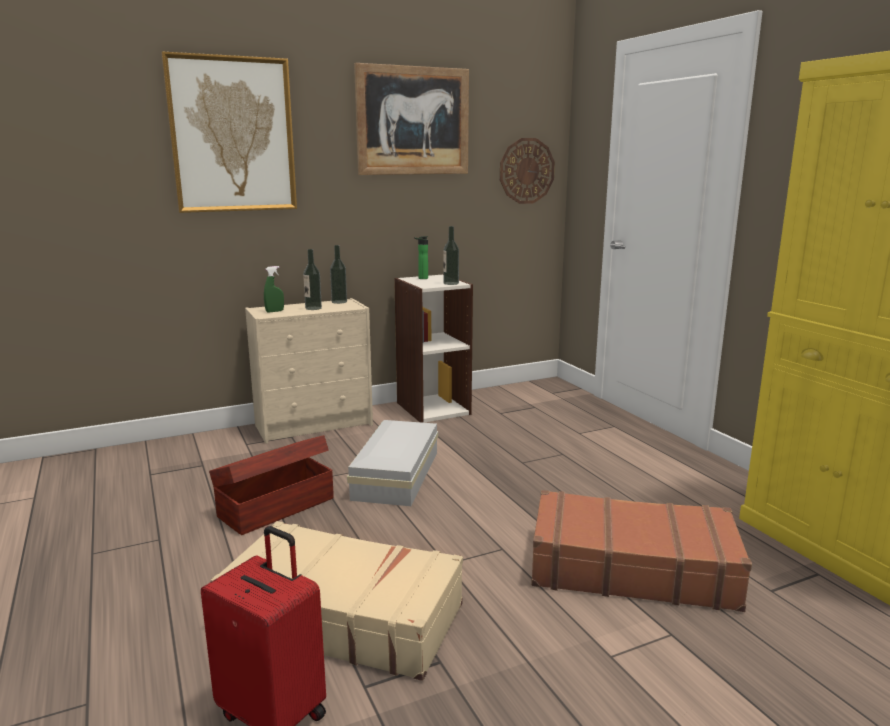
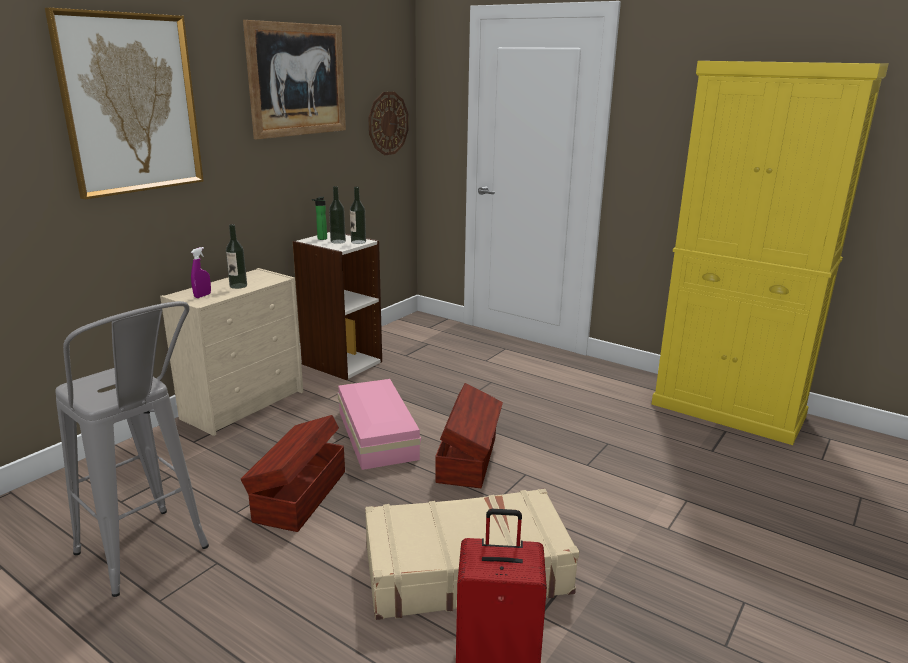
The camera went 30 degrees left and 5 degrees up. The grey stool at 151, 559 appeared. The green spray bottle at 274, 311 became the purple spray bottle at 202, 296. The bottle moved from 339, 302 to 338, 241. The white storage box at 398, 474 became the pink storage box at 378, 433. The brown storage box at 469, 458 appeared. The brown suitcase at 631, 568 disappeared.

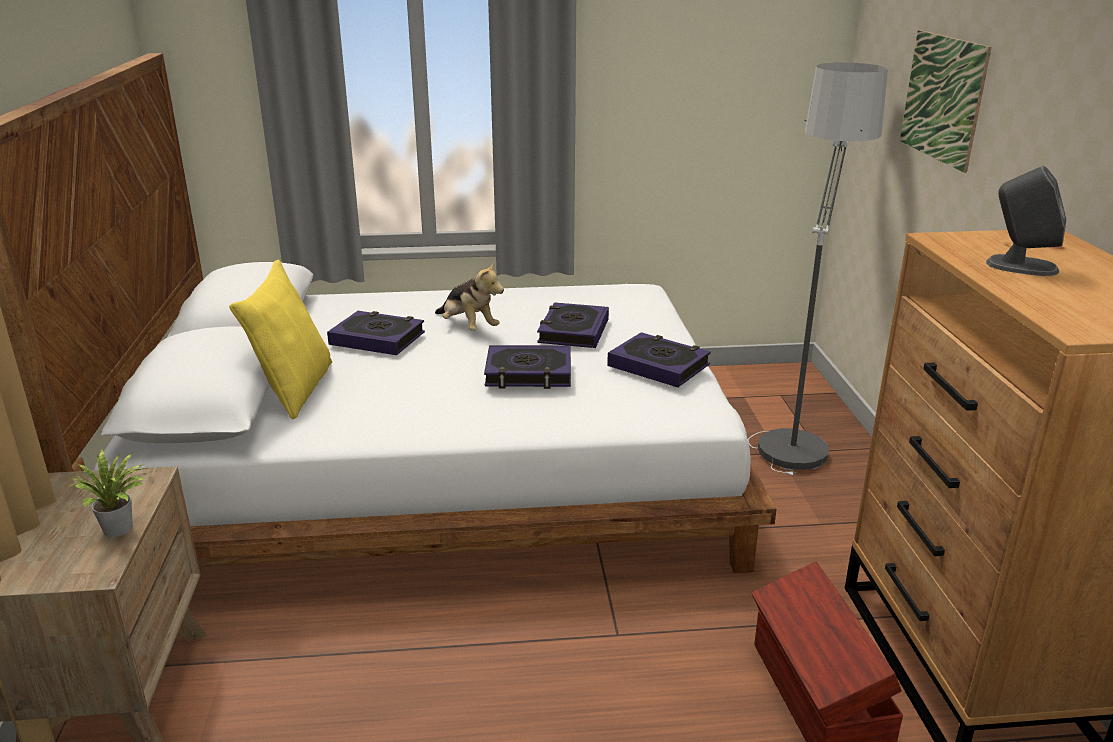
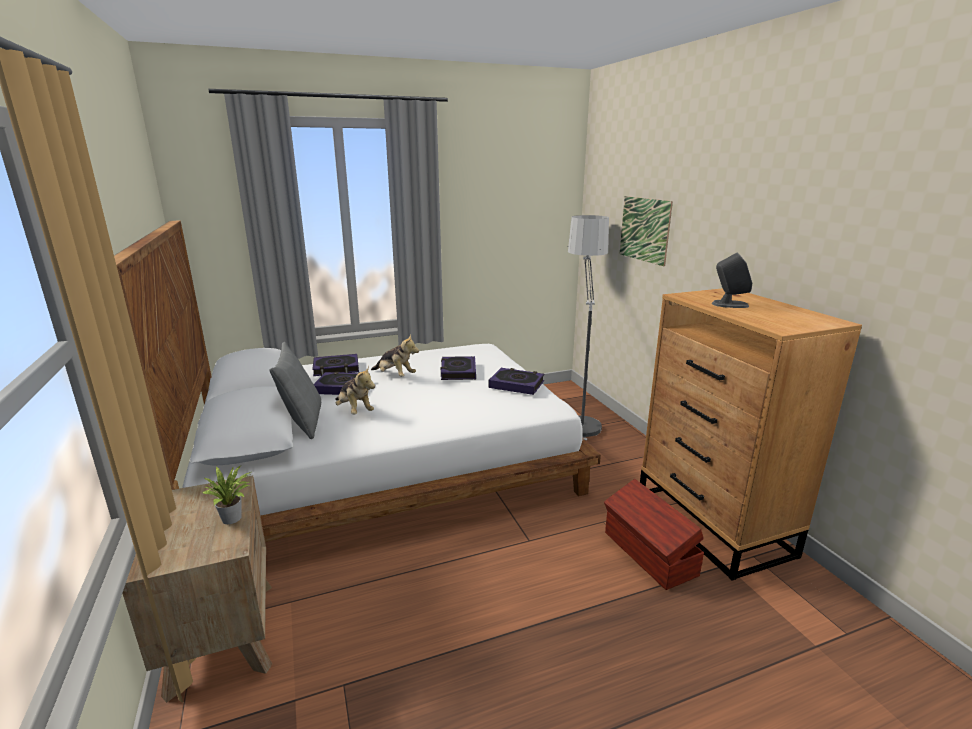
The camera went 15 degrees left and 5 degrees down. The yellow pillow at 294, 389 became the grey pillow at 302, 422. The book moved from 528, 373 to 336, 369. The plush toy at 354, 410 appeared.

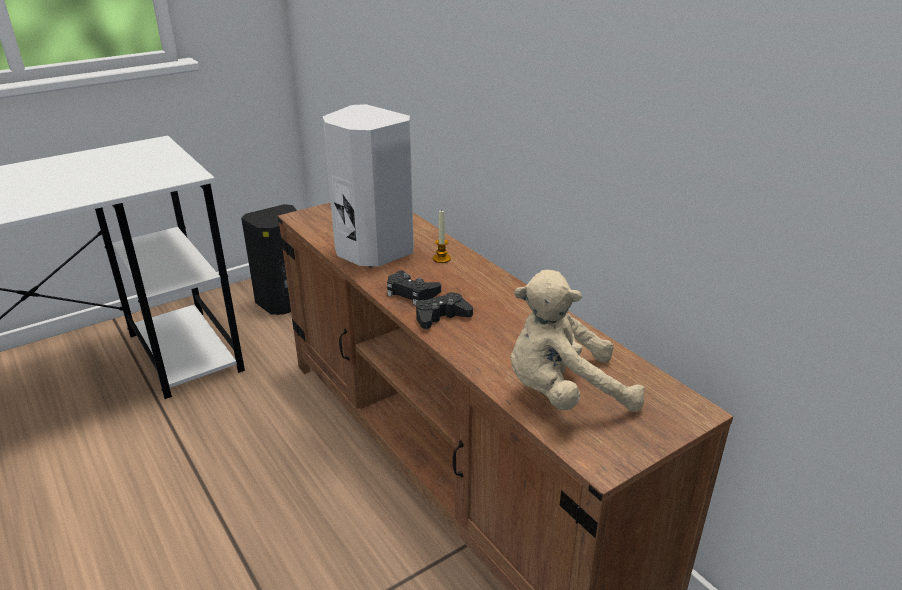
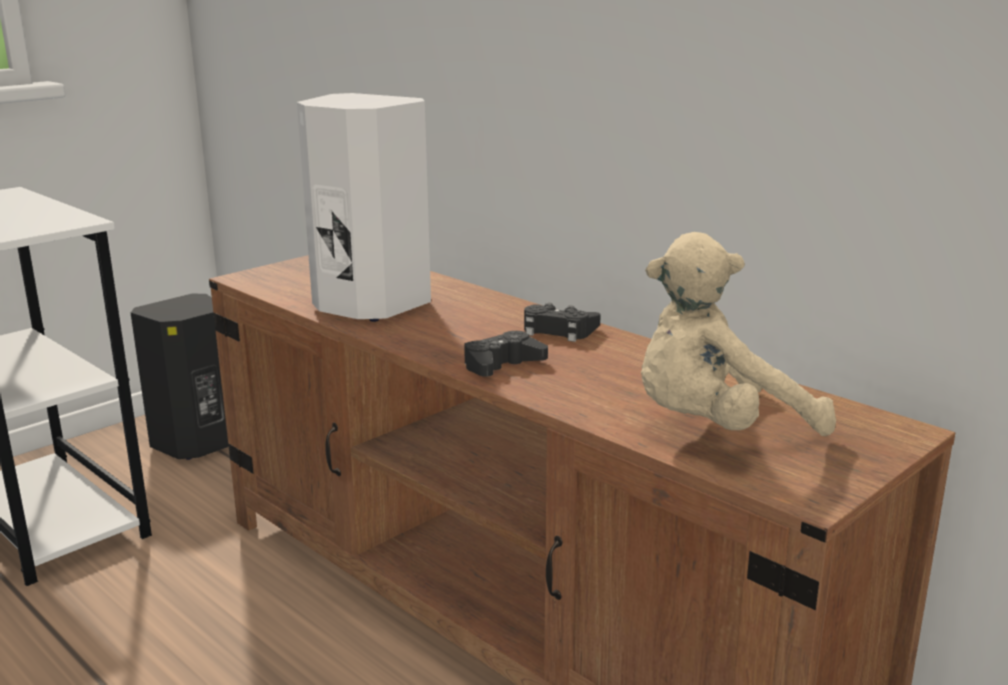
The camera went 10 degrees left and 10 degrees down. The black game controller moved from 411, 293 to 558, 330. The candle at 441, 258 disappeared.

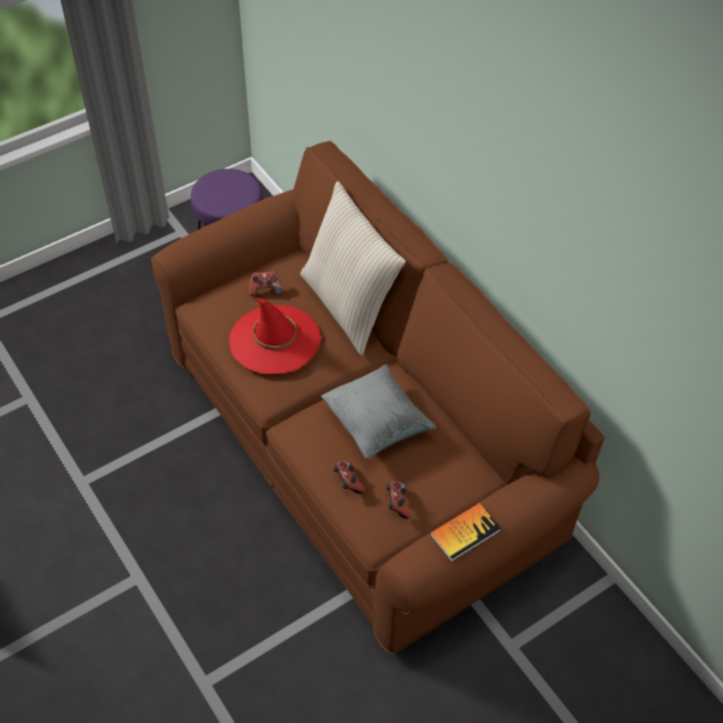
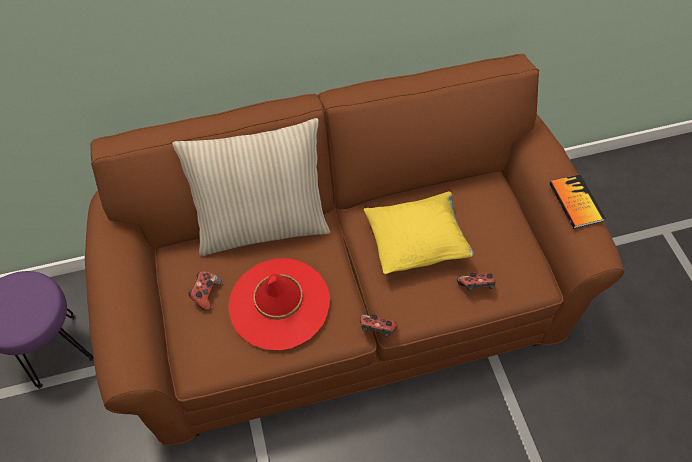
The camera went 70 degrees left and 5 degrees up. The game controller moved from 397, 504 to 377, 330. The grey pillow at 376, 424 became the yellow pillow at 416, 244.

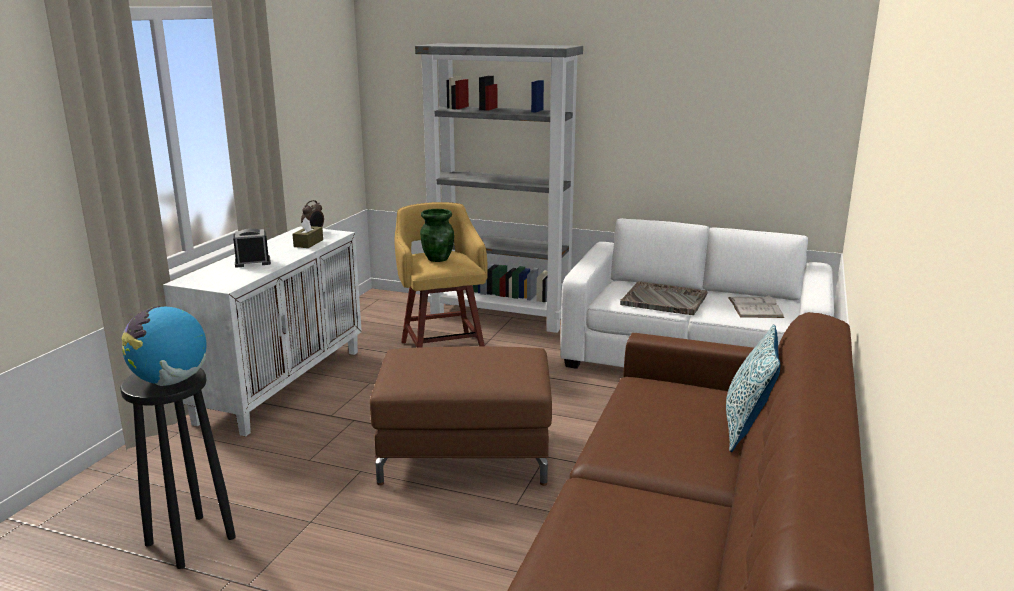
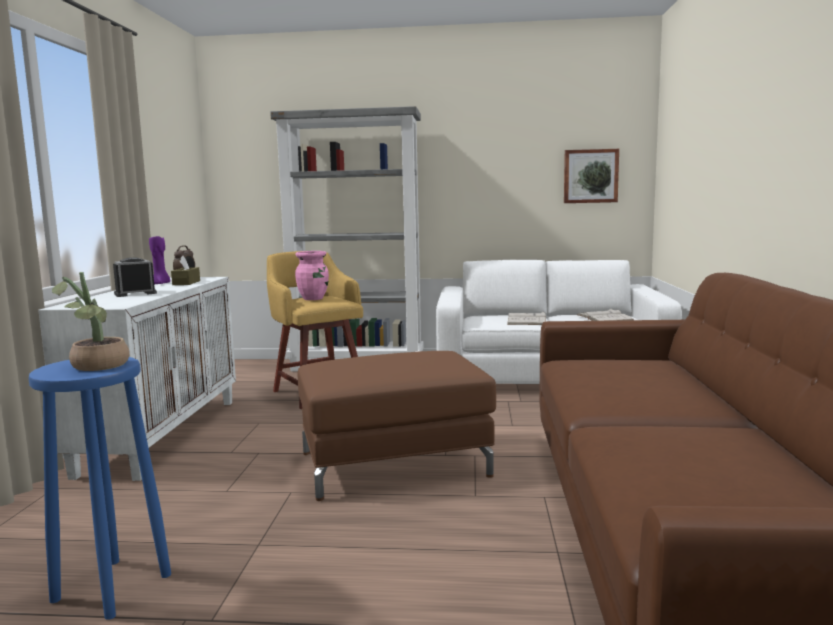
The camera went 15 degrees left and 10 degrees down. The black stool at 189, 541 became the blue stool at 111, 588. The globe at 170, 381 was replaced by the potted plant at 97, 367. The purple candle at 161, 283 appeared. The green vase at 438, 259 became the pink vase at 313, 298. The grey tray at 665, 300 was replaced by the white book at 526, 320. The picture at 590, 176 appeared. The pillow at 747, 428 disappeared.

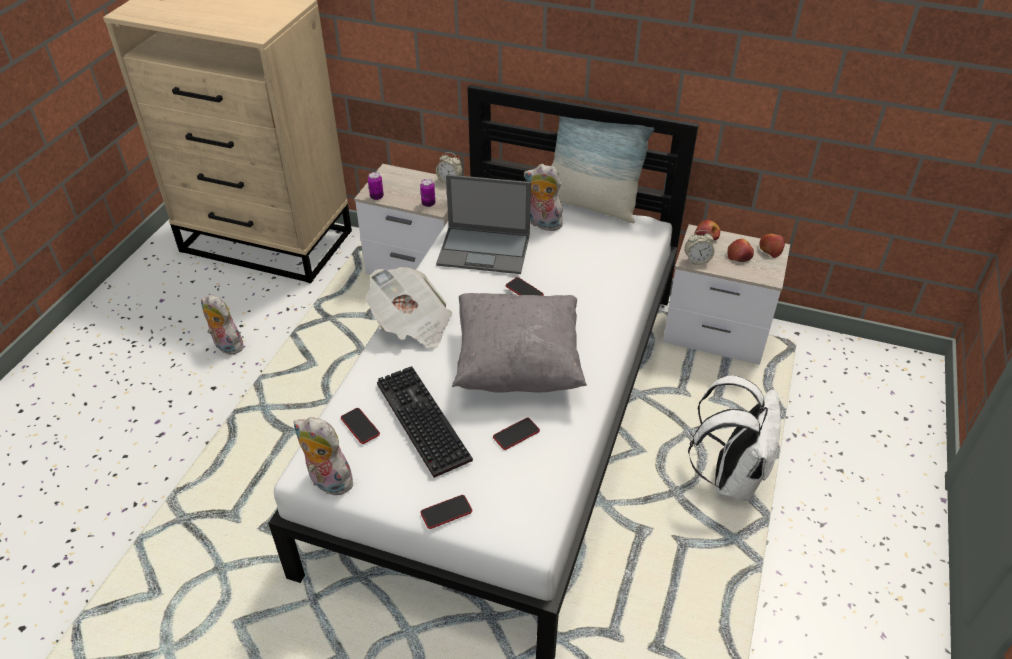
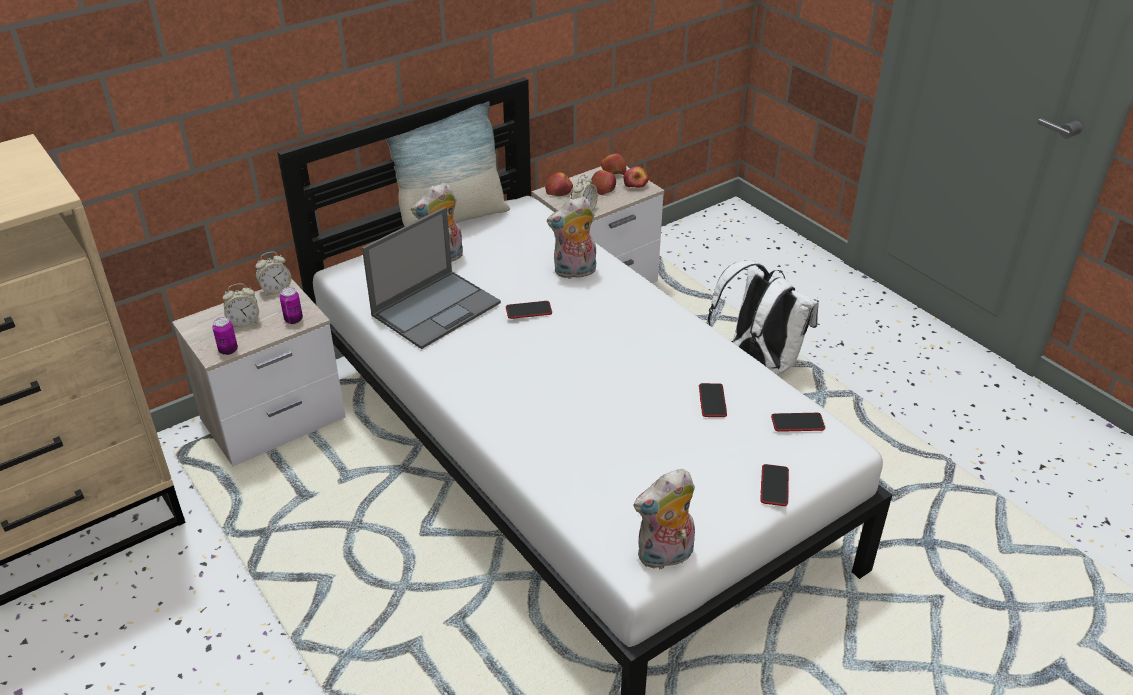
The camera went 55 degrees left and 5 degrees down. The alarm clock at 244, 322 appeared. The plush toy moved from 226, 346 to 574, 272. The apple at 635, 184 appeared. The phone moved from 360, 426 to 797, 423. The newspaper at 411, 324 disappeared. The keyboard at 419, 421 disappeared. The grey pillow at 518, 365 disappeared.

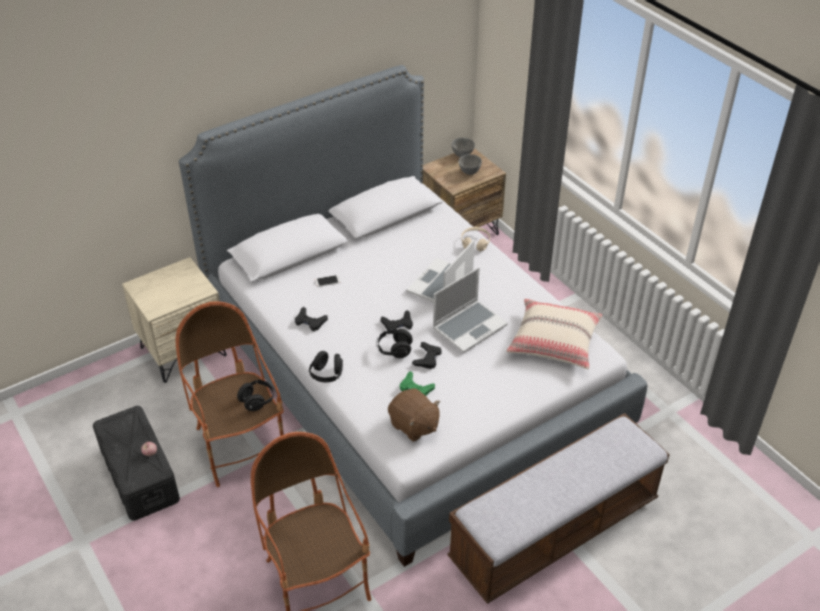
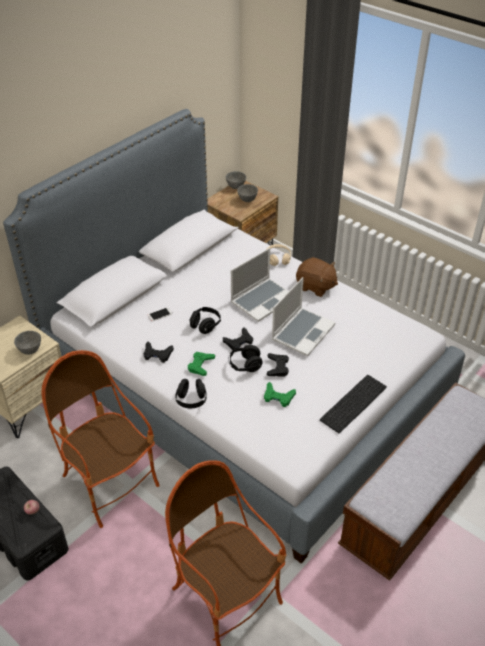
The camera went 15 degrees left and 0 degrees up. The grey bowl at 29, 350 appeared. The green game controller at 200, 365 appeared. The black headphones moved from 257, 401 to 205, 325. The laptop at 440, 285 turned 150 degrees counterclockwise. The brown plush toy moved from 413, 425 to 315, 287. The keyboard at 353, 402 appeared. The beige pillow at 553, 341 disappeared.

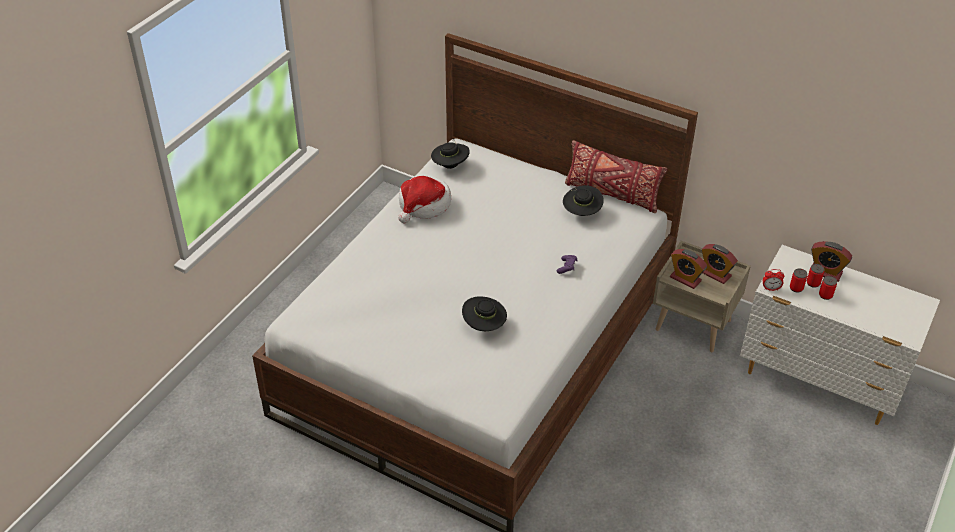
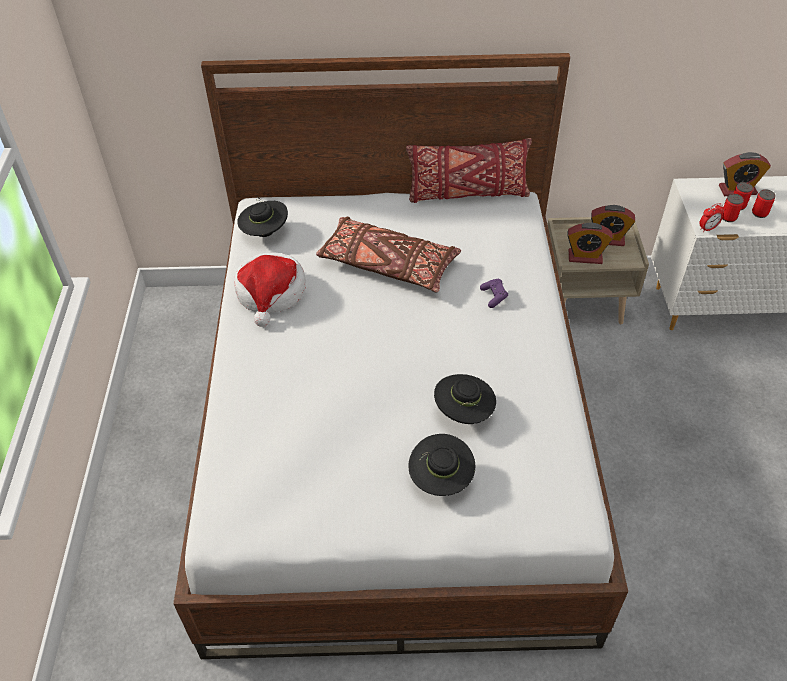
The camera went 30 degrees left and 5 degrees up. The brown pillow at 387, 264 appeared. The black hat moved from 581, 212 to 440, 479.

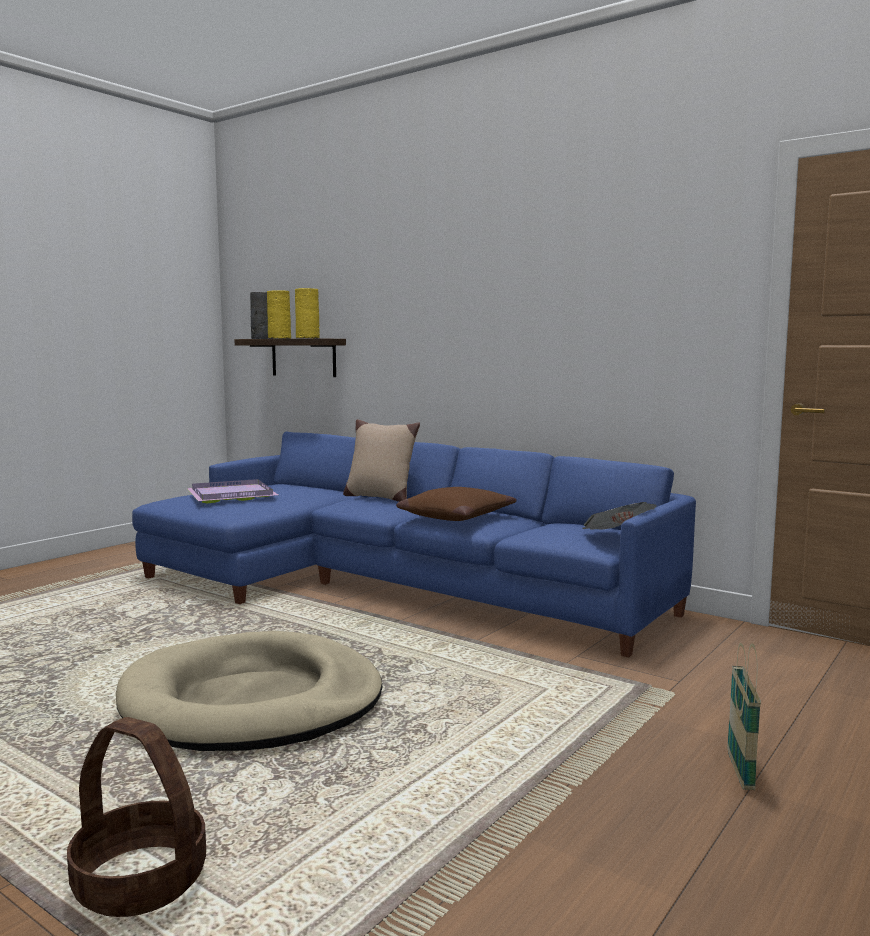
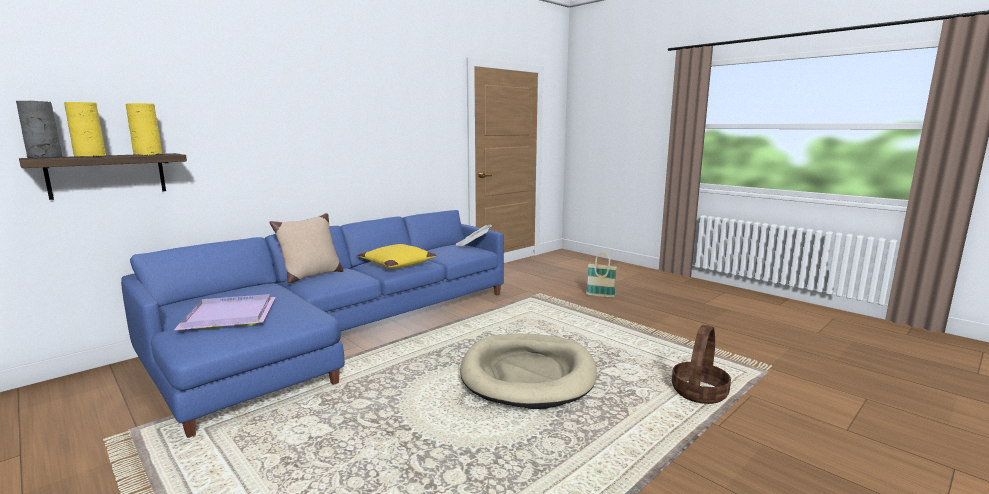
The camera went 80 degrees left and 5 degrees up. The brown pillow at 455, 516 became the yellow pillow at 397, 264.

